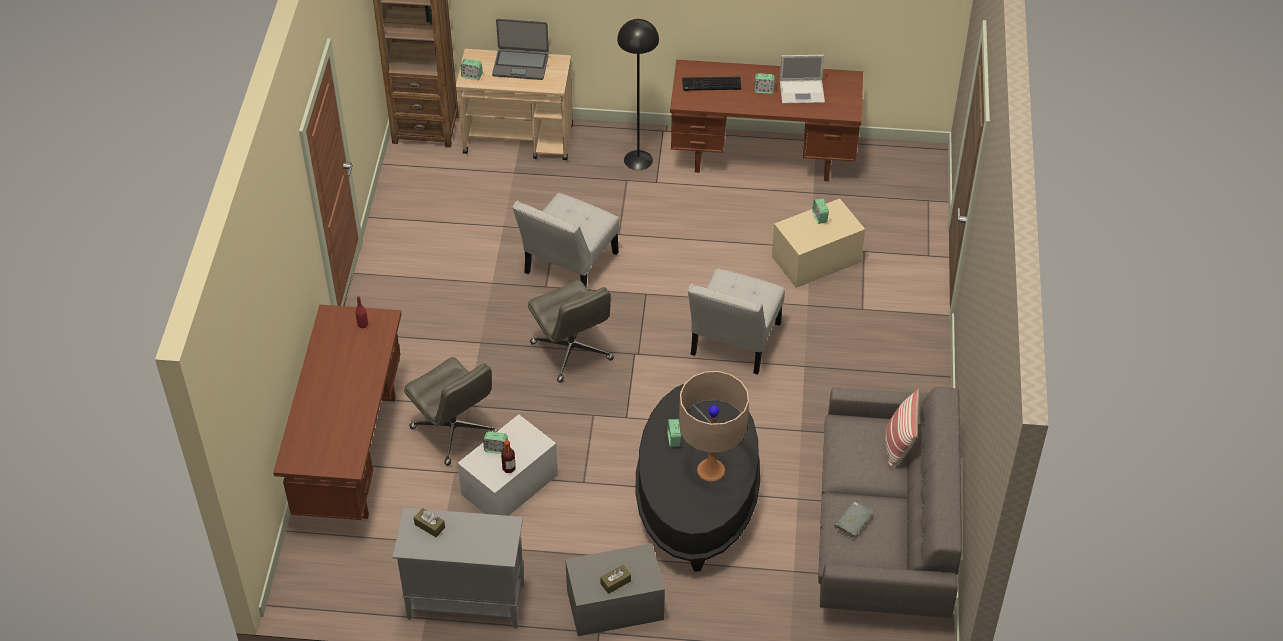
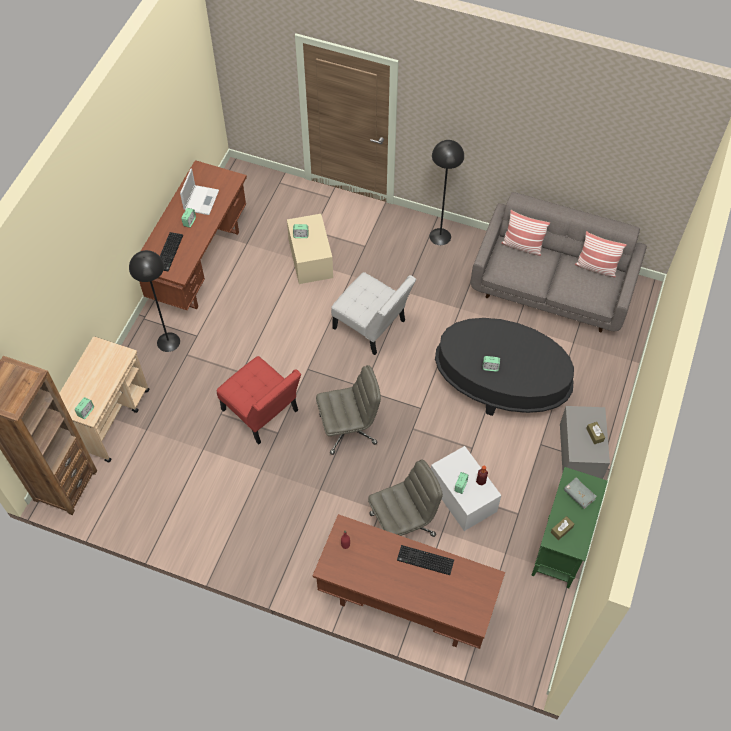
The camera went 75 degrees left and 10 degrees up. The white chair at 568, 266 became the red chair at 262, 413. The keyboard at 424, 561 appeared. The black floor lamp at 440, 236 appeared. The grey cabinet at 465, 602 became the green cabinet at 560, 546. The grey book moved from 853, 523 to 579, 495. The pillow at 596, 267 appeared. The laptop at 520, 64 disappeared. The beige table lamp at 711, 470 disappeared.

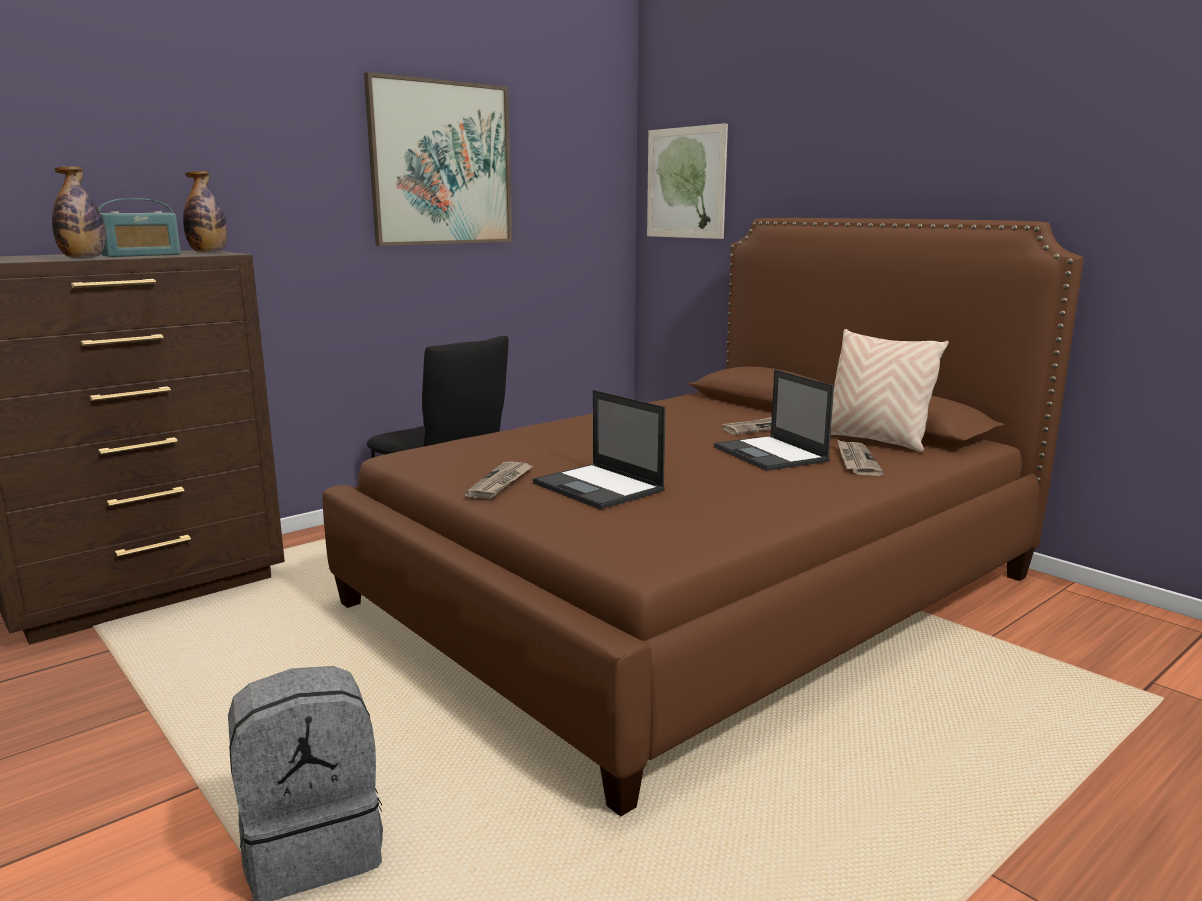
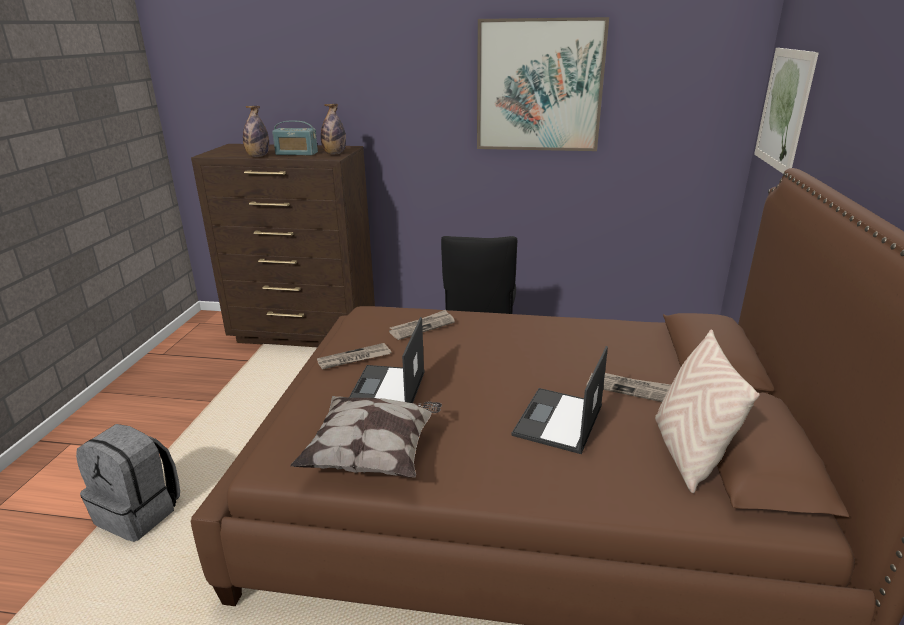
The camera went 50 degrees right and 10 degrees up. The pillow at 374, 455 appeared. The newspaper moved from 856, 461 to 422, 327.

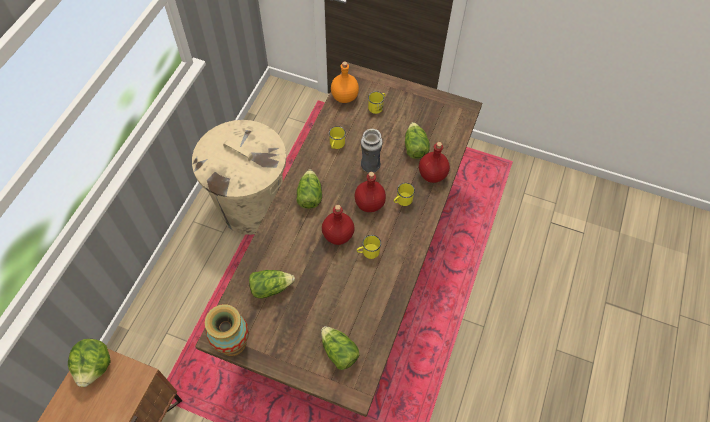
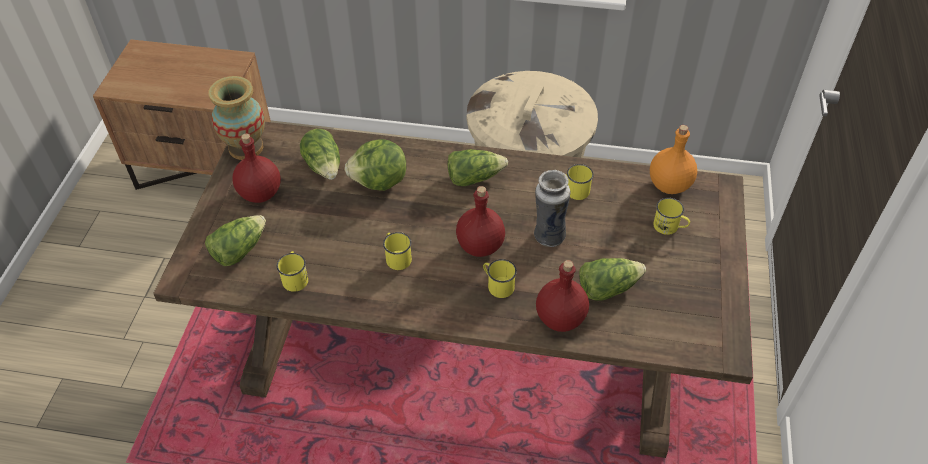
The camera went 80 degrees right and 10 degrees down. The red bottle moved from 338, 235 to 261, 194. The yellow mug at 295, 278 appeared. The lettuce moved from 95, 366 to 380, 182.

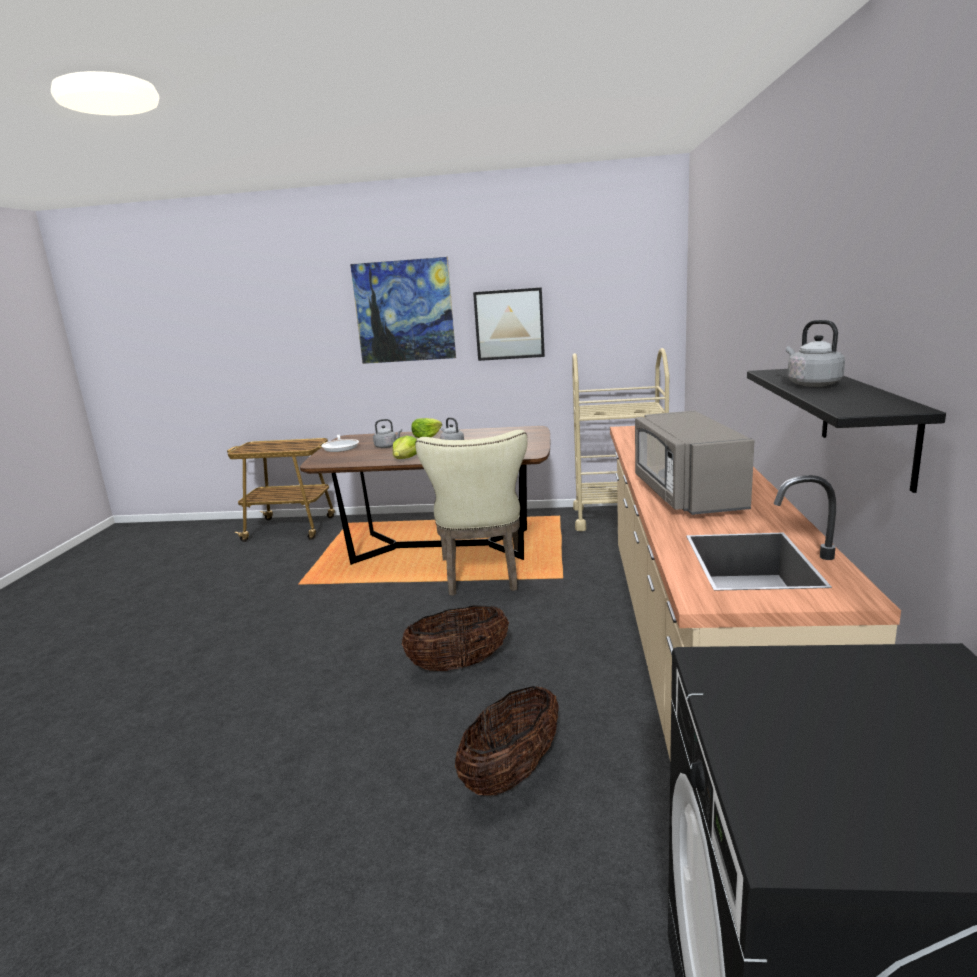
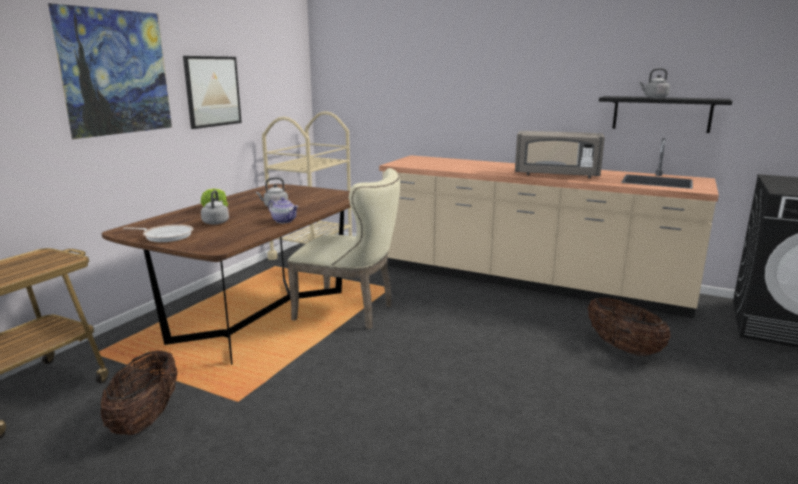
The camera went 70 degrees left and 0 degrees up. The basket moved from 459, 665 to 146, 418. The lettuce at 406, 459 was replaced by the teapot at 284, 221.

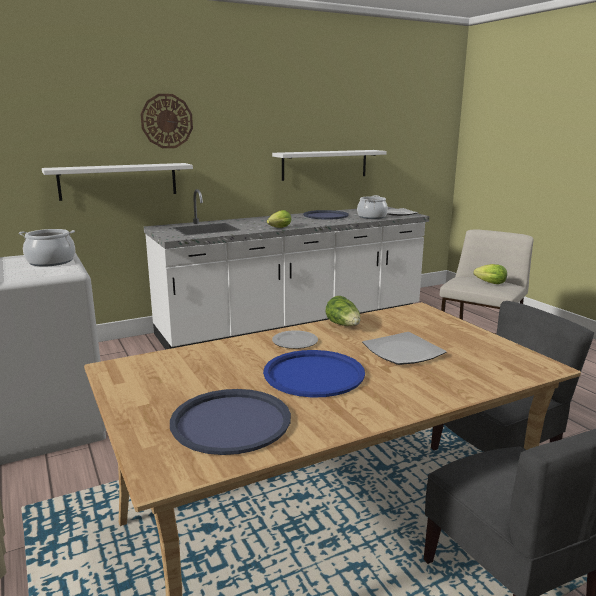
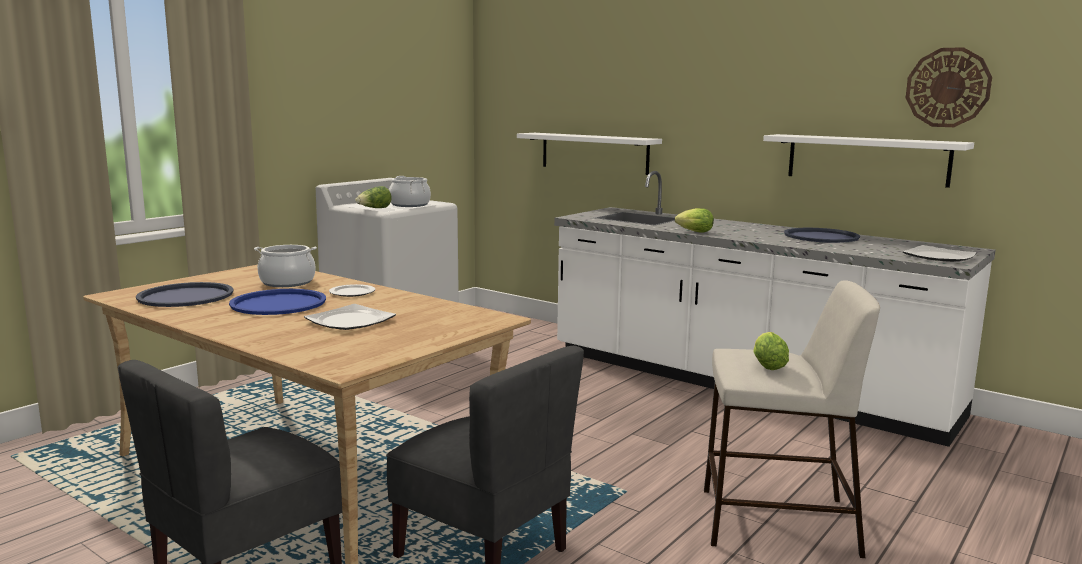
The camera went 65 degrees right and 5 degrees down. The cooking pot moved from 372, 217 to 287, 282. The lettuce moved from 344, 325 to 374, 208. The wall clock moved from 167, 121 to 948, 87.

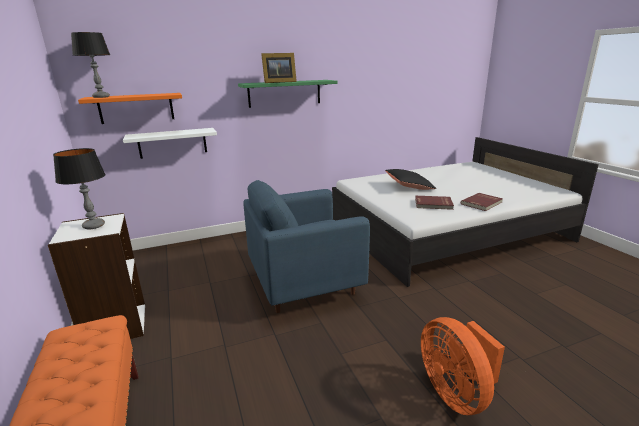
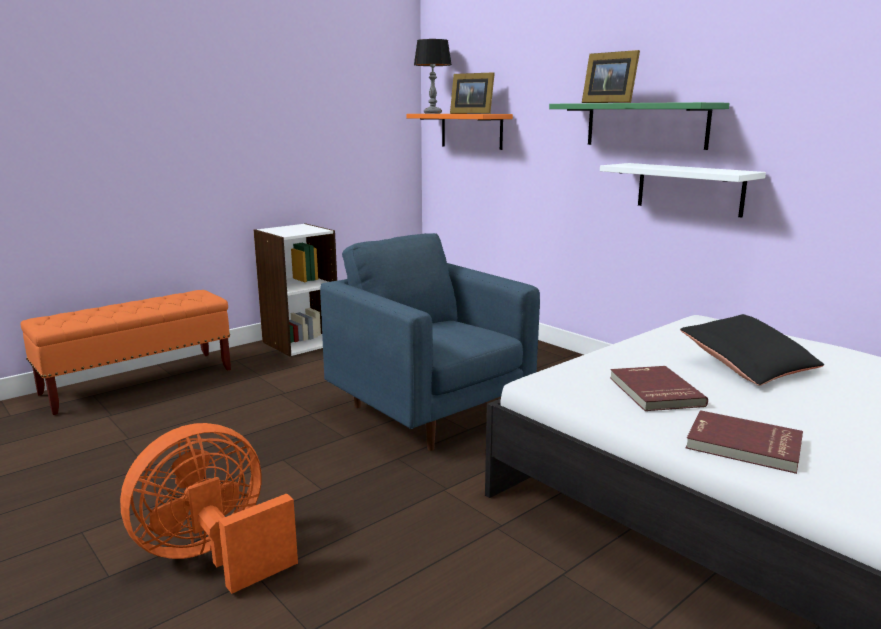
The camera went 70 degrees right and 5 degrees down. The picture frame at 471, 113 appeared. The white shelf moved from 172, 143 to 689, 189. The table lamp at 93, 226 disappeared.

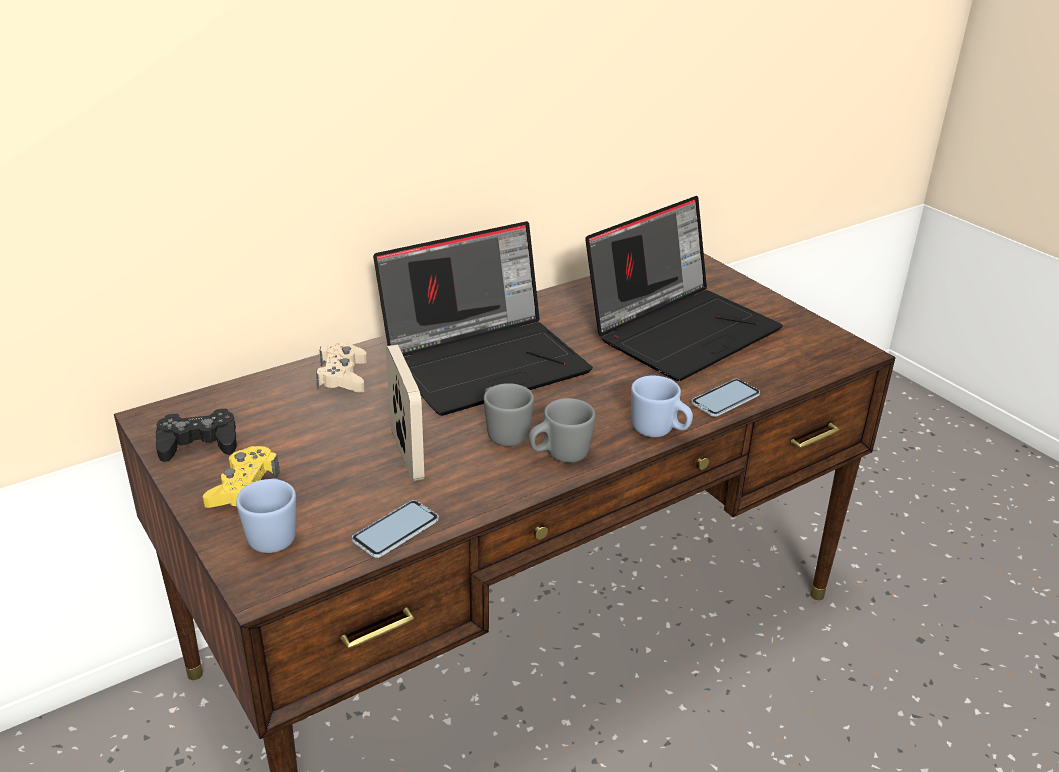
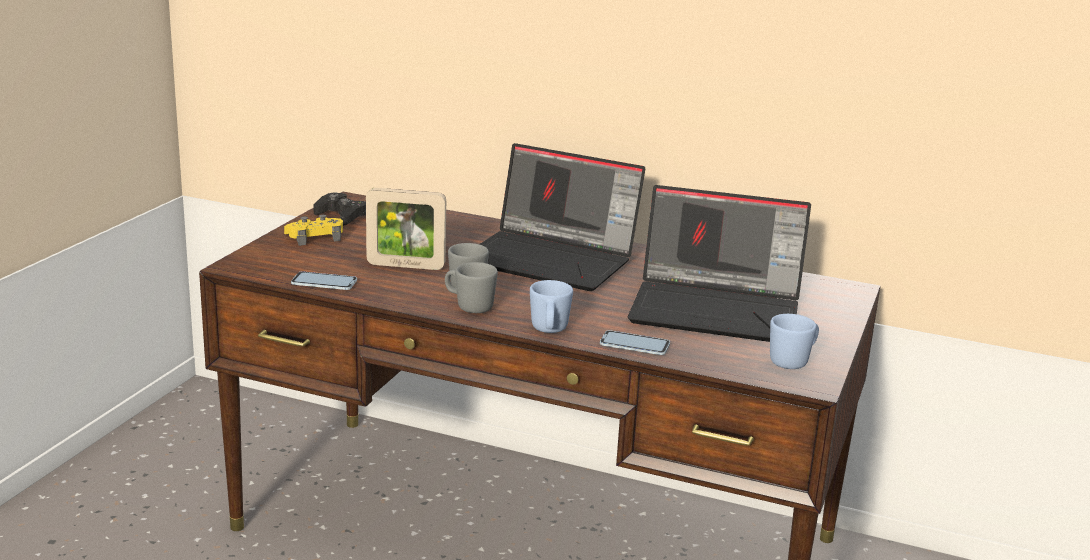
The camera went 55 degrees right and 10 degrees down. The picture frame at 406, 454 turned 60 degrees clockwise. The blue mug moved from 273, 534 to 793, 361. The beige game controller at 342, 376 disappeared.

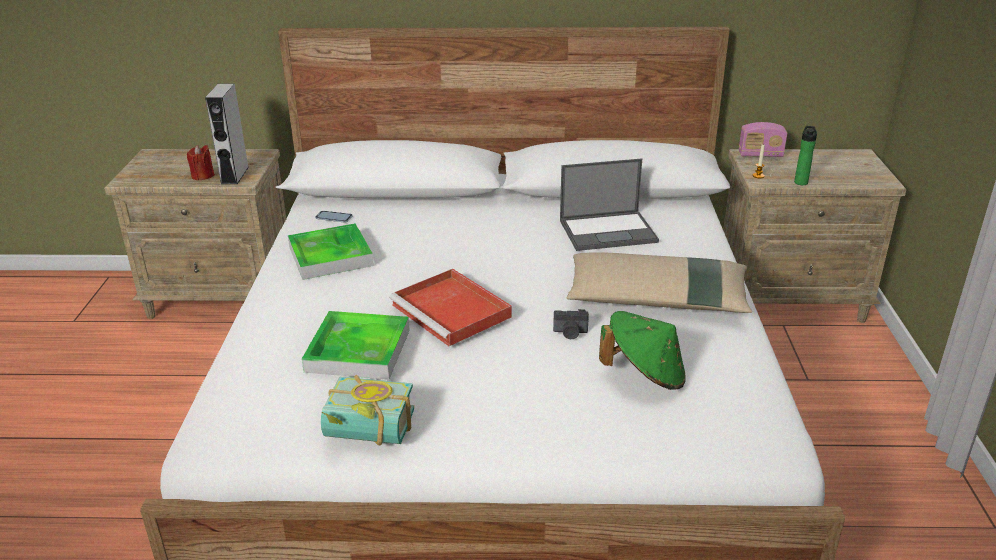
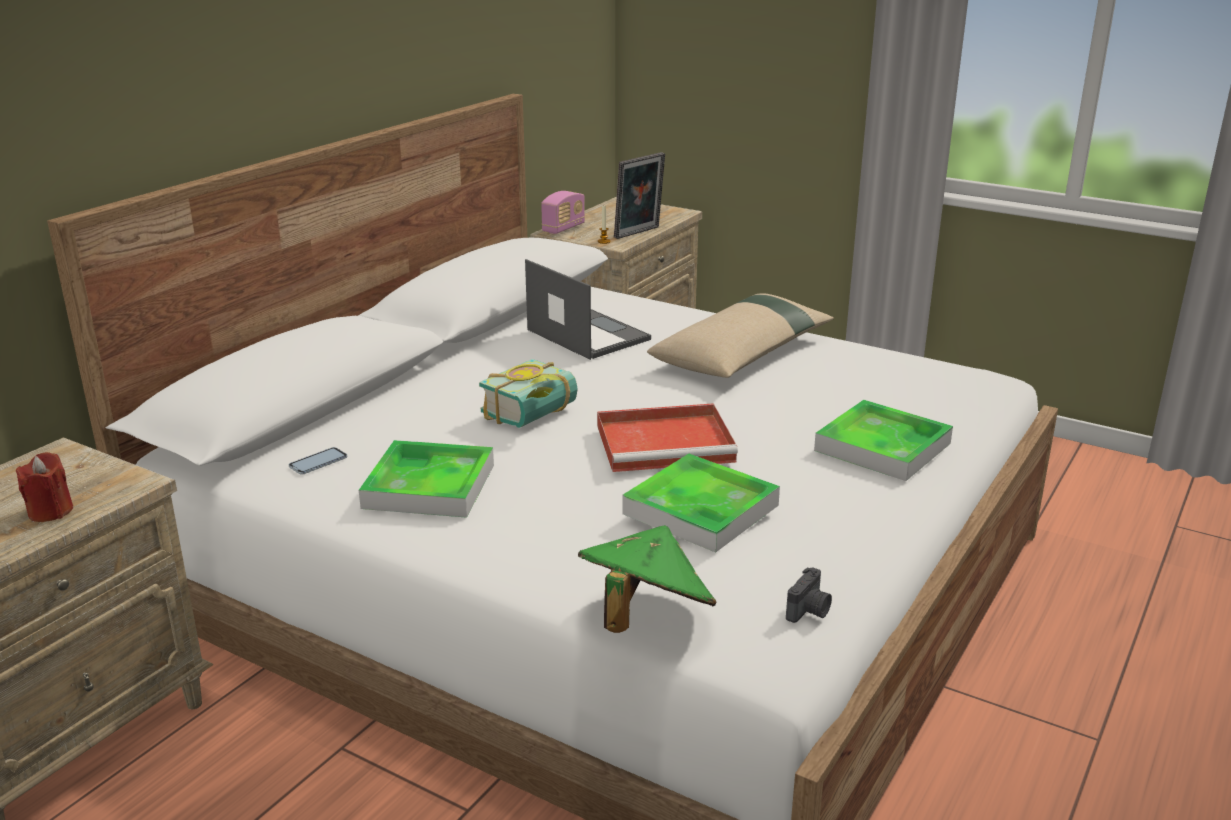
The camera went 60 degrees left and 5 degrees down. The book moved from 367, 435 to 536, 415. The laptop at 609, 231 turned 60 degrees counterclockwise. The green hat moved from 644, 374 to 645, 617. The bottle at 801, 182 was replaced by the picture frame at 639, 233. The photo camera moved from 570, 333 to 809, 611. The tray at 882, 447 appeared. The grey speaker at 234, 175 disappeared.

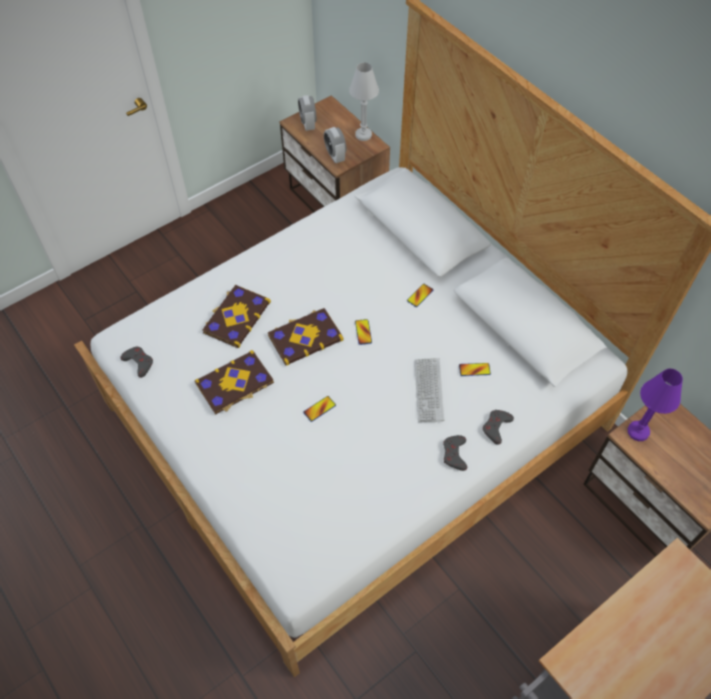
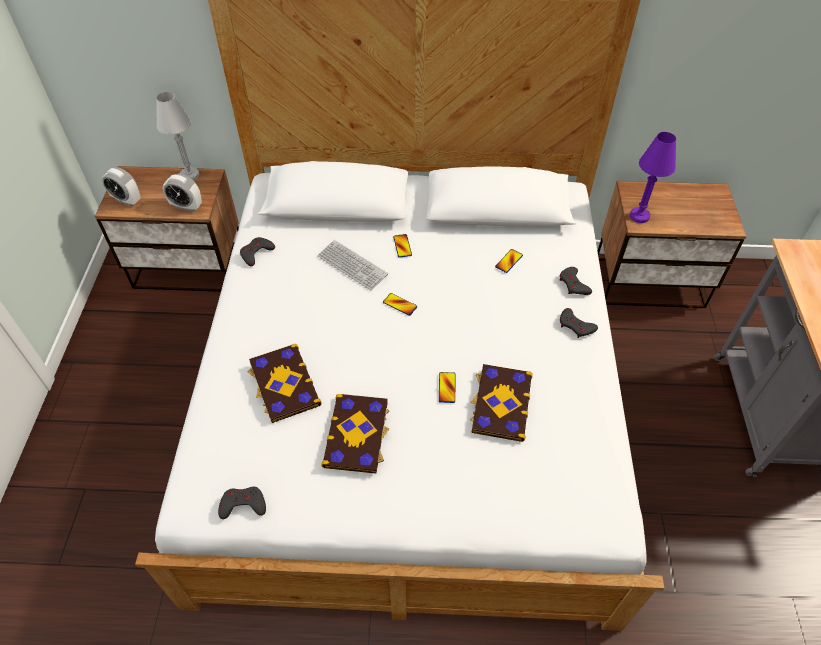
The camera went 50 degrees left and 5 degrees down. The grey game controller at 256, 253 appeared. The keyboard moved from 428, 390 to 352, 266. The book moved from 305, 337 to 500, 403.

